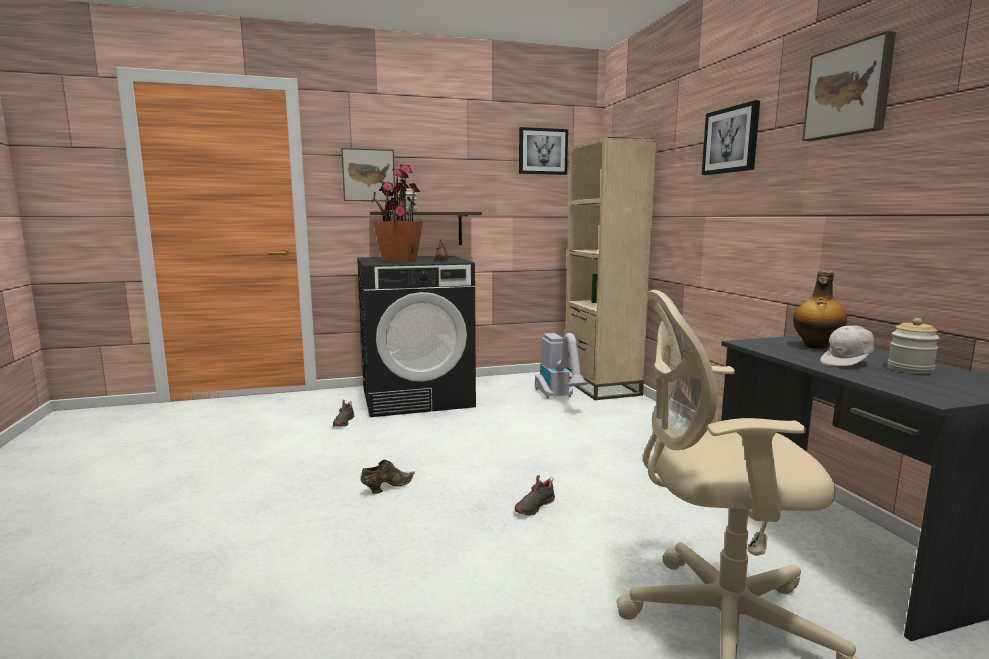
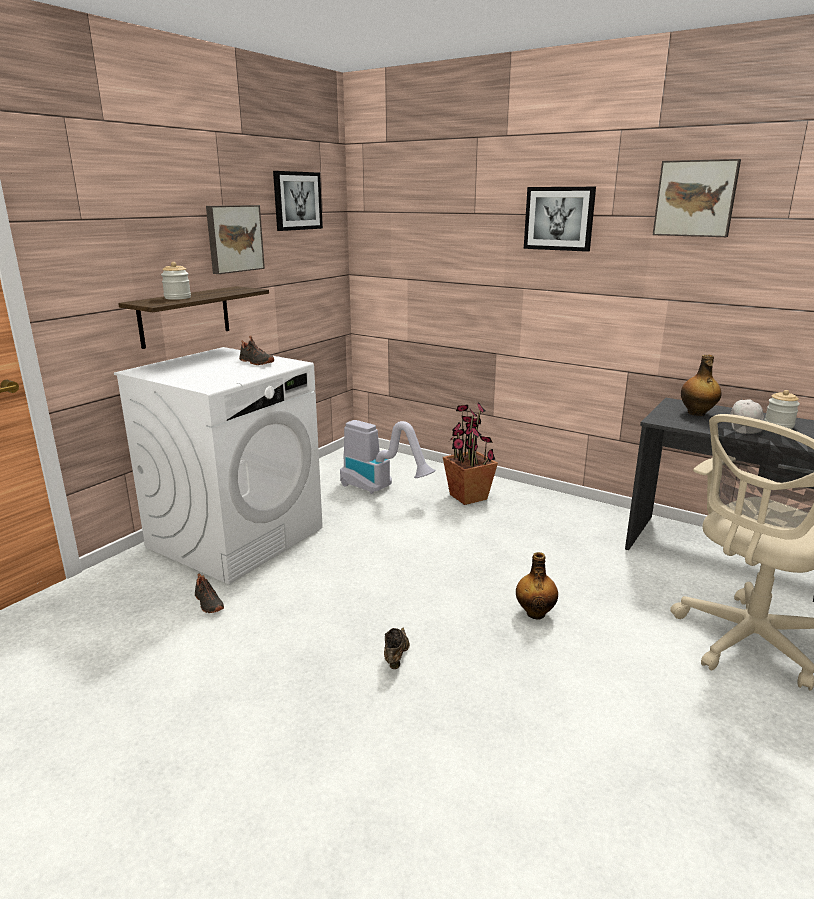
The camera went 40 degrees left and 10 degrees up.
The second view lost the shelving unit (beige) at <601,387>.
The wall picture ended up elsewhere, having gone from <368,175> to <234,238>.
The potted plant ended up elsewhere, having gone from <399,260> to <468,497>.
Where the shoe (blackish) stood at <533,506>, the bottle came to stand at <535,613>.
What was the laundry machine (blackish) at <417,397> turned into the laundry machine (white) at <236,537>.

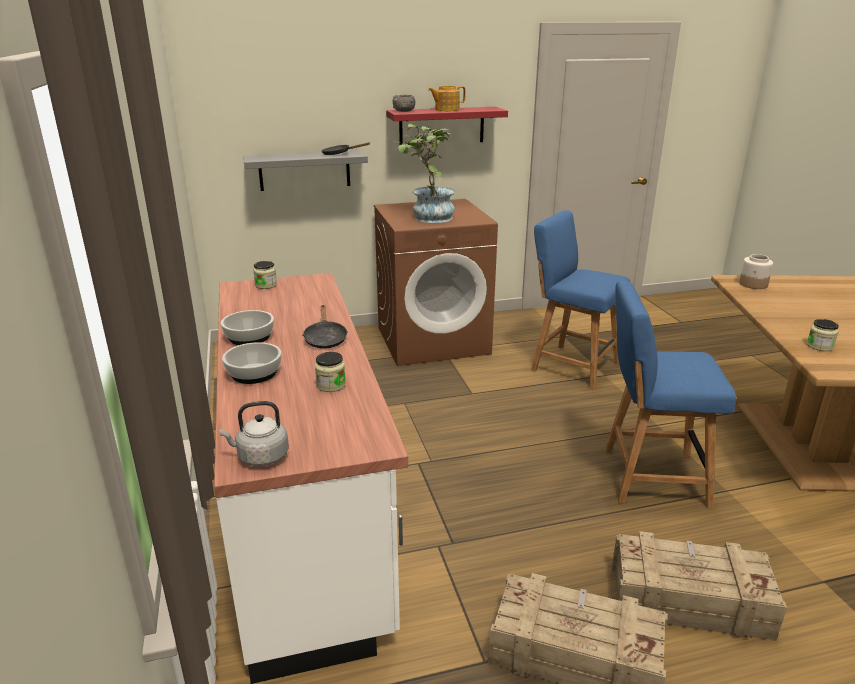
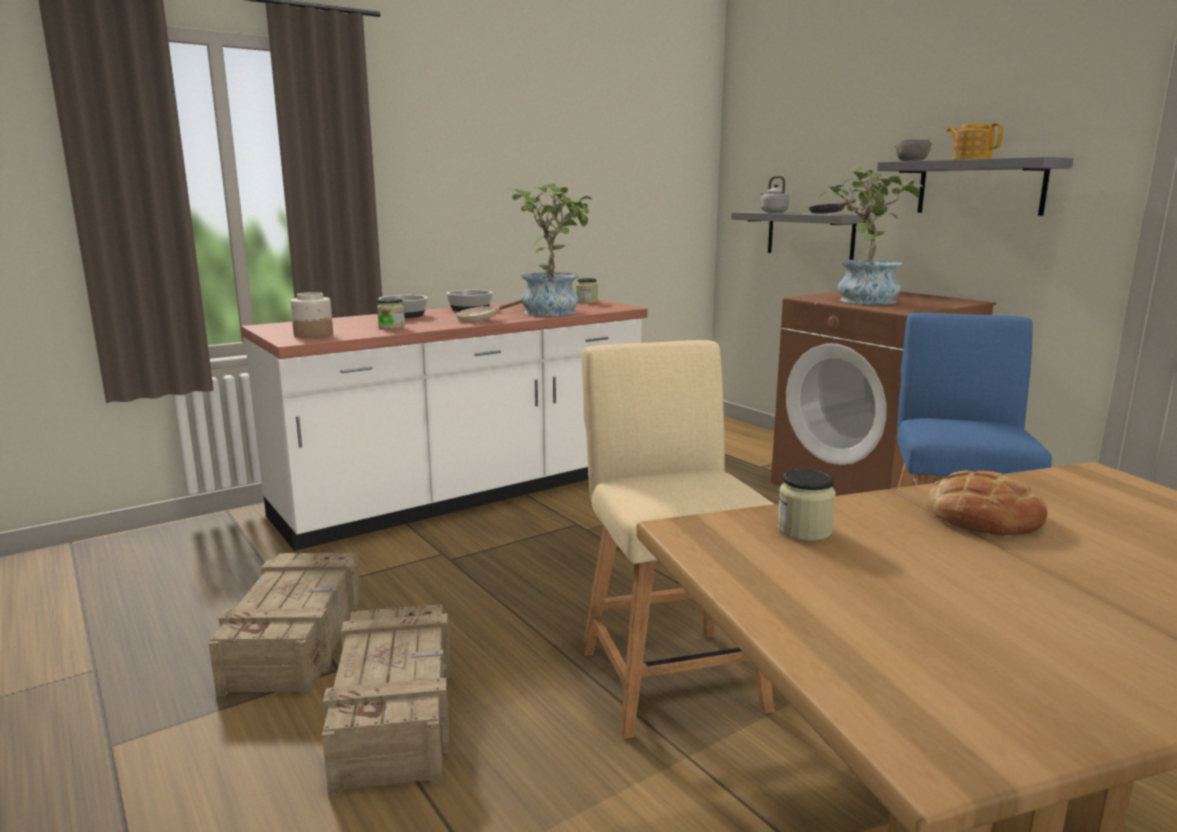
The camera went 70 degrees right and 10 degrees down.
The second view gained the potted plant at <553,310>.
The second view gained the baked bread at <983,516>.
The water kettle (gray) ended up elsewhere, having gone from <260,457> to <773,212>.
The preserve jar ended up elsewhere, having gone from <753,284> to <313,334>.
What was the frying pan (blackish) at <325,339> turned into the frying pan (beige) at <482,319>.
What was the shelf (reddish) at <441,126> turned into the shelf (gray) at <980,187>.
What was the plain chair (bluish) at <648,476> turned into the plain chair (beige) at <668,674>.

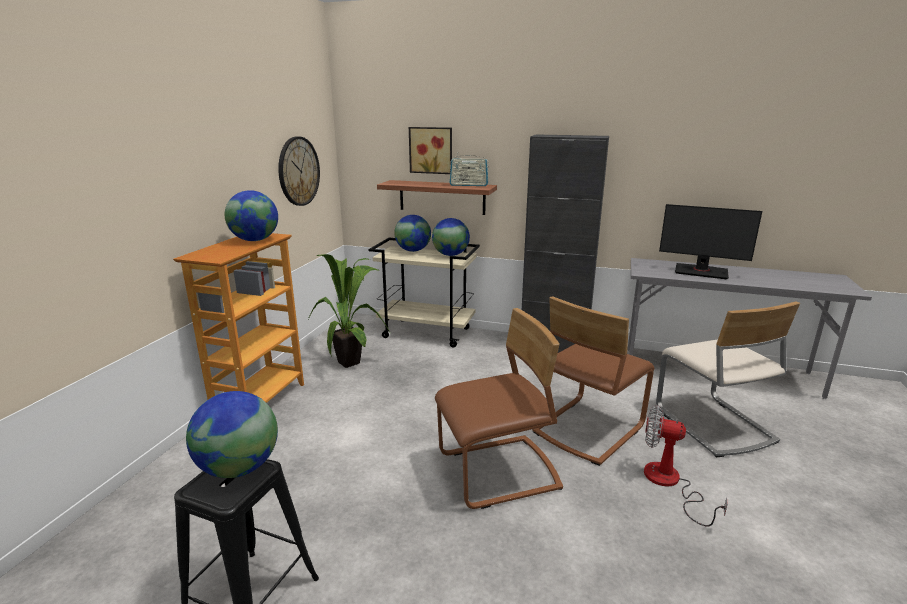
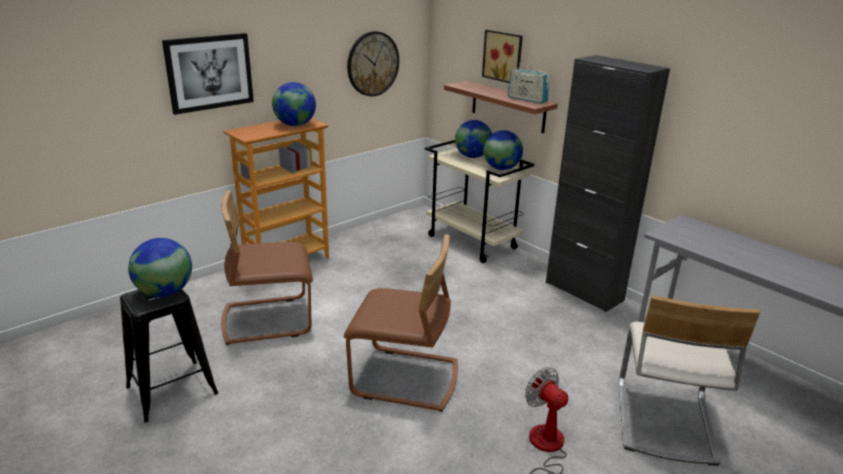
The camera went 30 degrees right and 5 degrees up.
The second view lost the potted plant at <353,361>.
The second view lost the monitor at <701,271>.
The second view gained the wall picture at <209,72>.
The plain chair (brownish) ended up elsewhere, having gone from <587,428> to <267,319>.

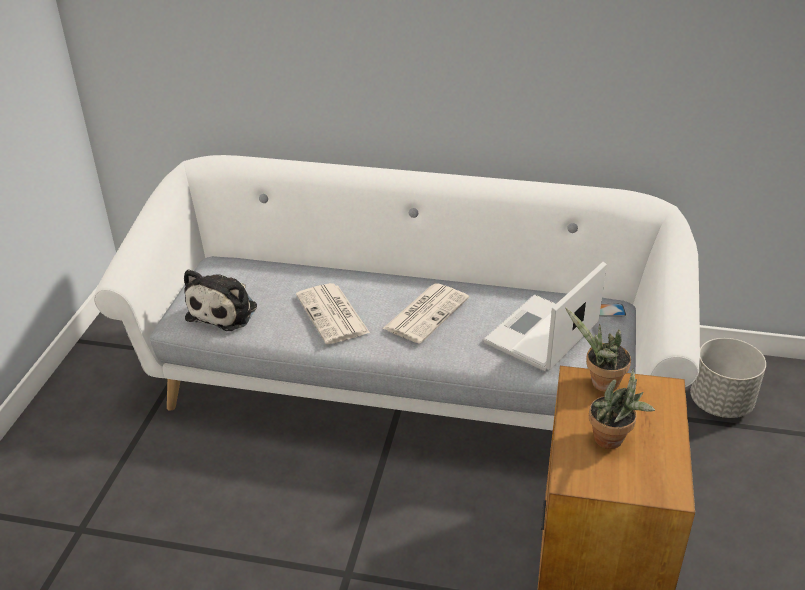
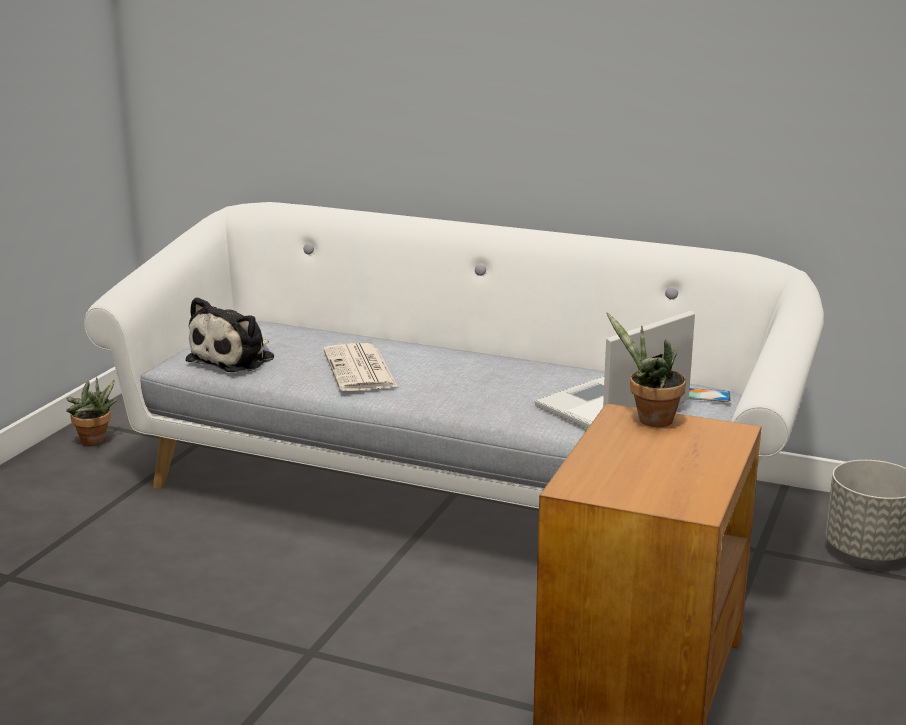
The camera went 10 degrees right and 15 degrees down.
The second view lost the daily paper at <426,313>.
The potted plant ended up elsewhere, having gone from <612,441> to <95,442>.

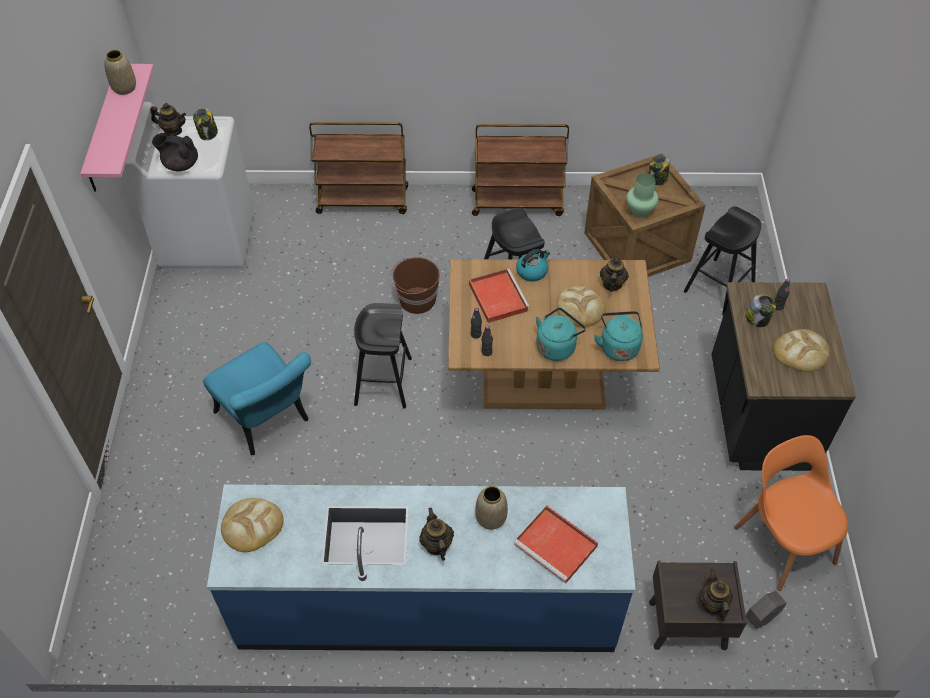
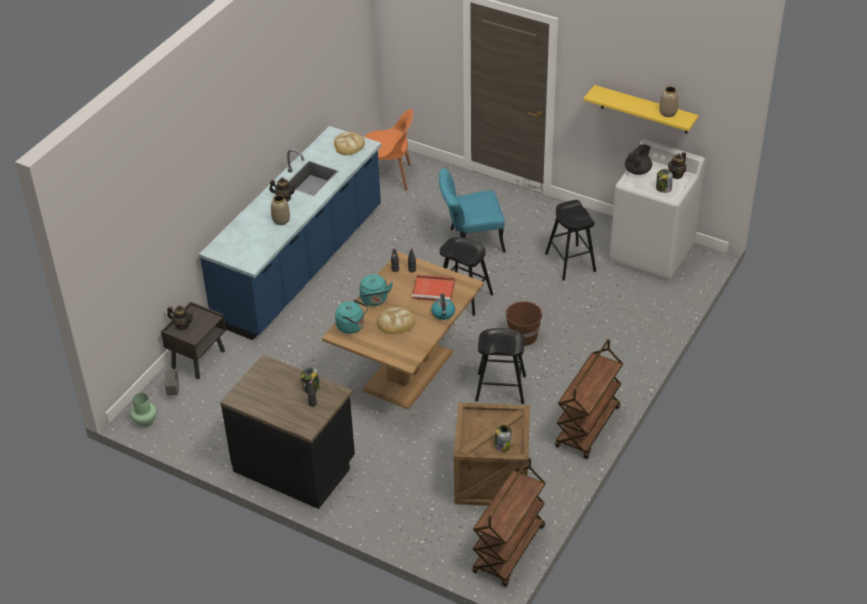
The camera went 120 degrees right and 10 degrees down.
The second view lost the carrying tray (reddish) at <557,546>.
The second view lost the pot for tea at <612,284>.
The second view lost the baked bread at <801,352>.
The cart (brownish) ended up elsewhere, having gone from <363,200> to <509,550>.
The vase (green-coloured) ended up elsewhere, having gone from <640,210> to <145,422>.
The sitting stool (blackish) ended up elsewhere, having gone from <719,286> to <570,262>.
The plain chair (orange-coloured) ended up elsewhere, having gone from <783,542> to <388,177>.
What was the shelf (pinkish) at <104,130> turned into the shelf (yellow) at <644,110>.

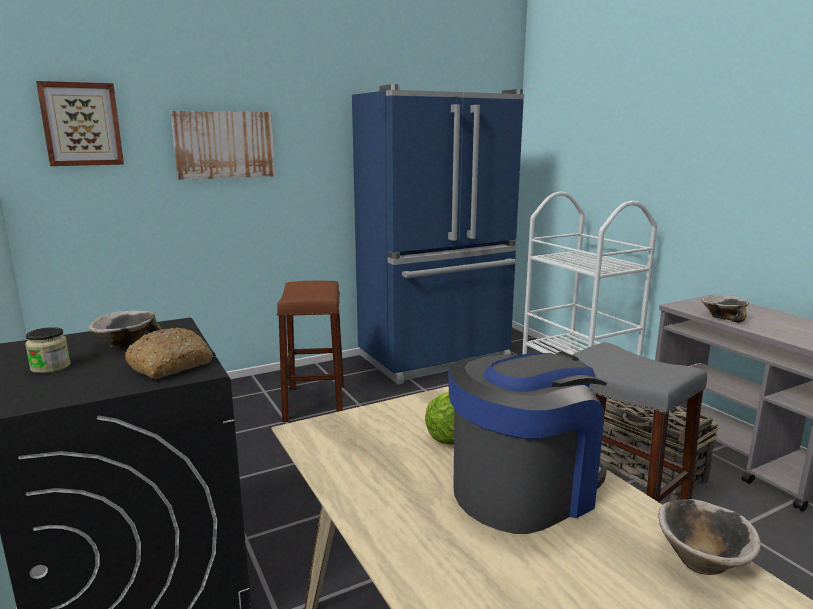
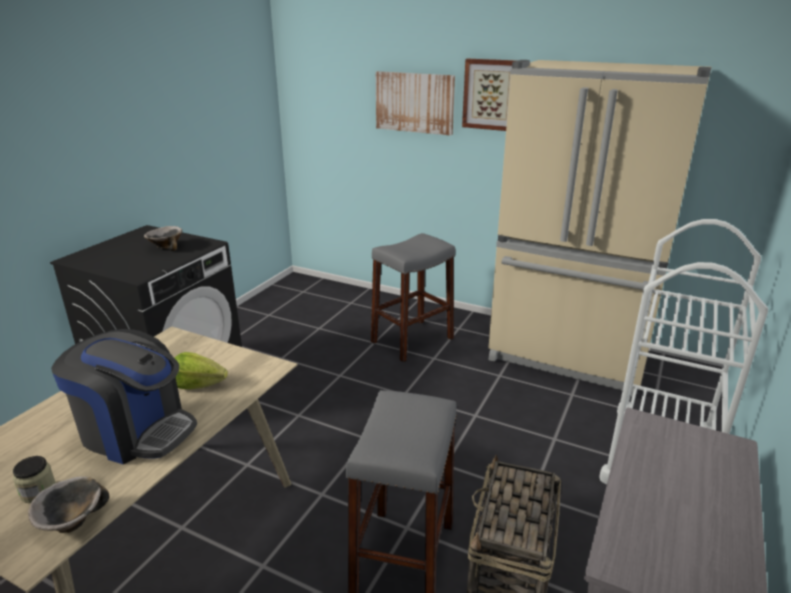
The camera went 55 degrees right and 10 degrees up.
The second view lost the baked bread at <171,365>.
The second view lost the serving bowl at <722,317>.
The preserve jar ended up elsewhere, having gone from <50,367> to <38,492>.
The wall picture ended up elsewhere, having gone from <81,124> to <491,94>.
What was the sitting stool (brownish) at <315,402> turned into the sitting stool (gray) at <412,340>.
What was the fridge (bluish) at <436,358> turned into the fridge (beige) at <568,357>.

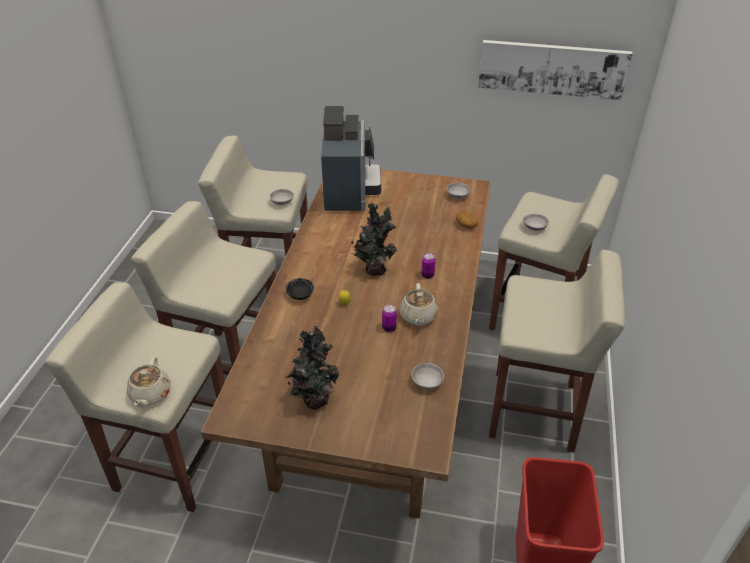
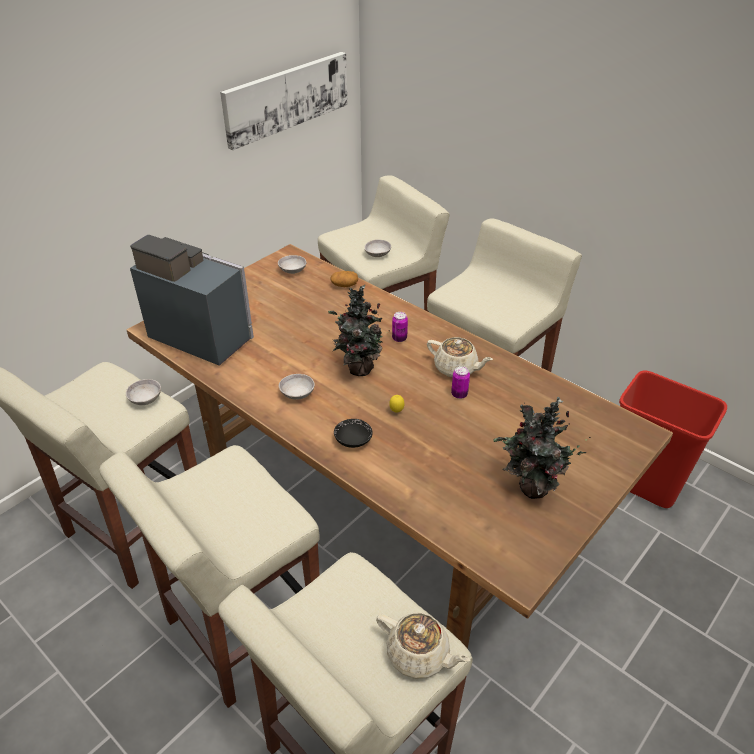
The camera went 60 degrees left and 0 degrees up.
The serving bowl (gray) ended up elsewhere, having gone from <427,382> to <297,394>.

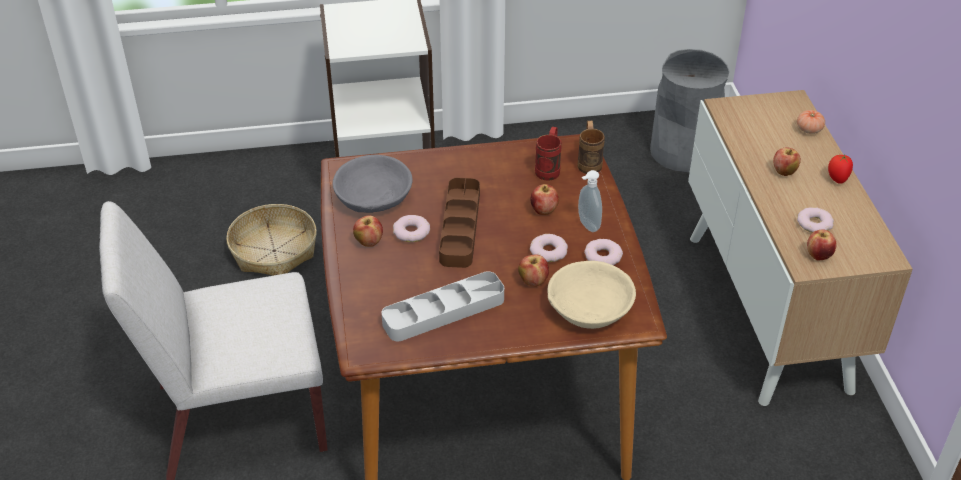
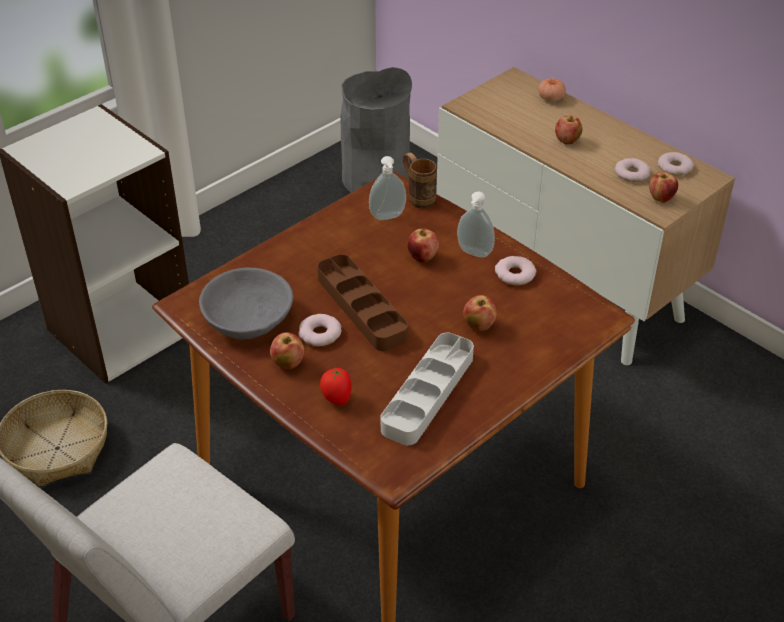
The camera went 35 degrees left and 0 degrees up.
The second view lost the serving bowl (beige) at <590,309>.
The doughnut ended up elsewhere, having gone from <549,251> to <675,167>.
The whole tomato ended up elsewhere, having gone from <837,179> to <336,399>.
Where the tea mug (reddish) stood at <549,168>, the liquid soap bottle came to stand at <388,217>.

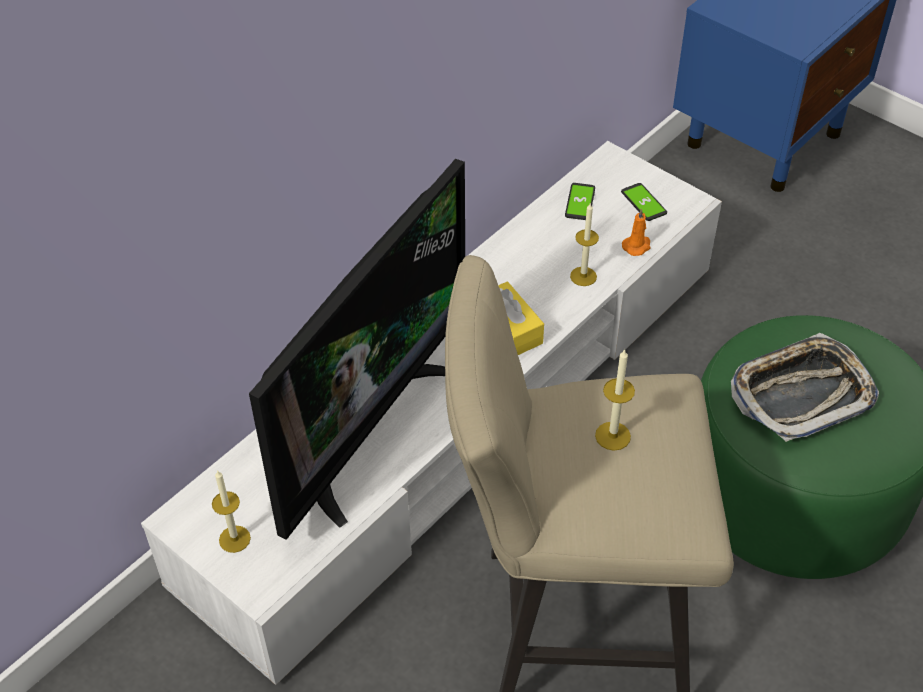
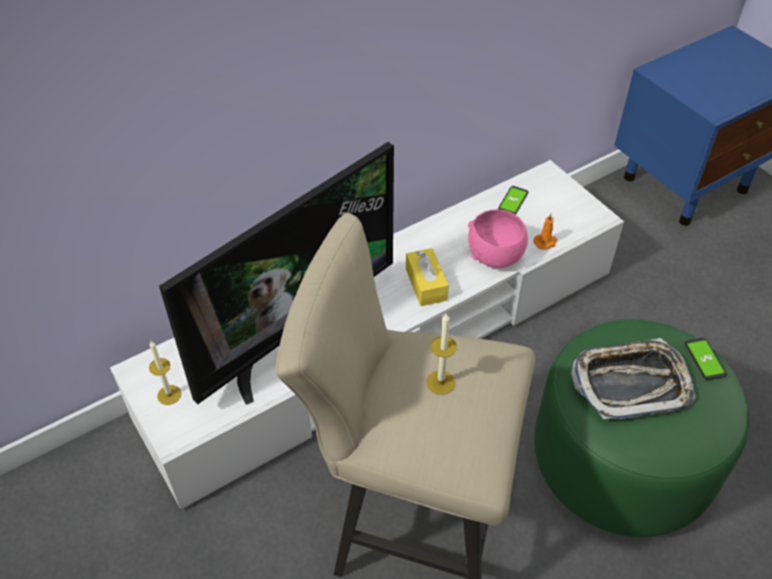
The camera went 15 degrees right and 0 degrees up.
The handset ended up elsewhere, having gone from <643,203> to <704,359>.
Where the wax candle stood at <583,276>, the serving bowl (pinkish) came to stand at <496,256>.

